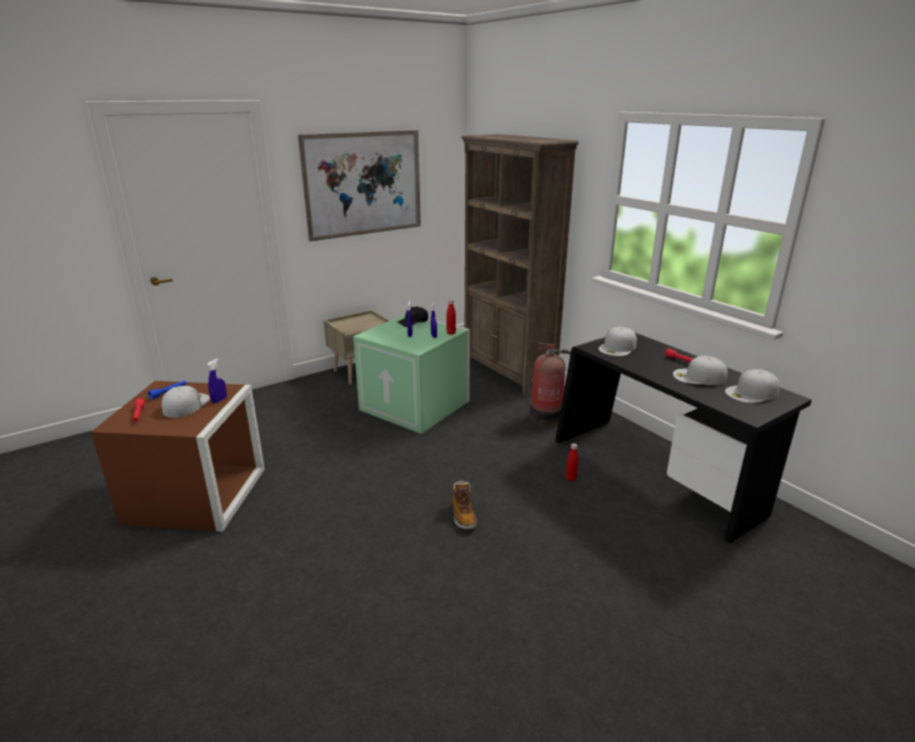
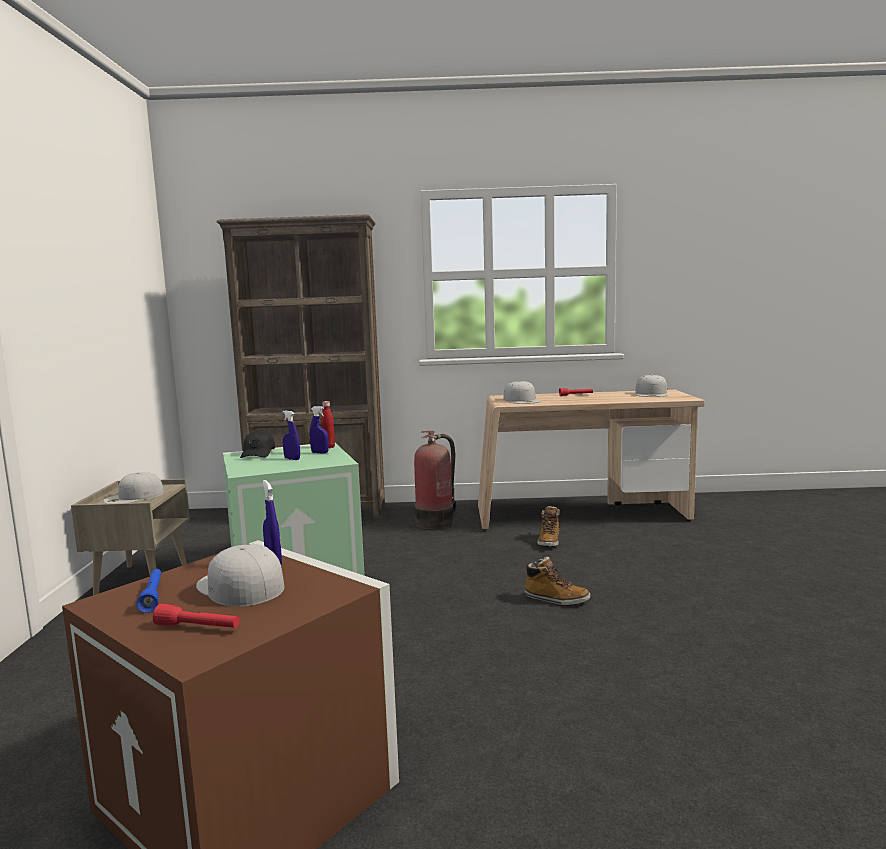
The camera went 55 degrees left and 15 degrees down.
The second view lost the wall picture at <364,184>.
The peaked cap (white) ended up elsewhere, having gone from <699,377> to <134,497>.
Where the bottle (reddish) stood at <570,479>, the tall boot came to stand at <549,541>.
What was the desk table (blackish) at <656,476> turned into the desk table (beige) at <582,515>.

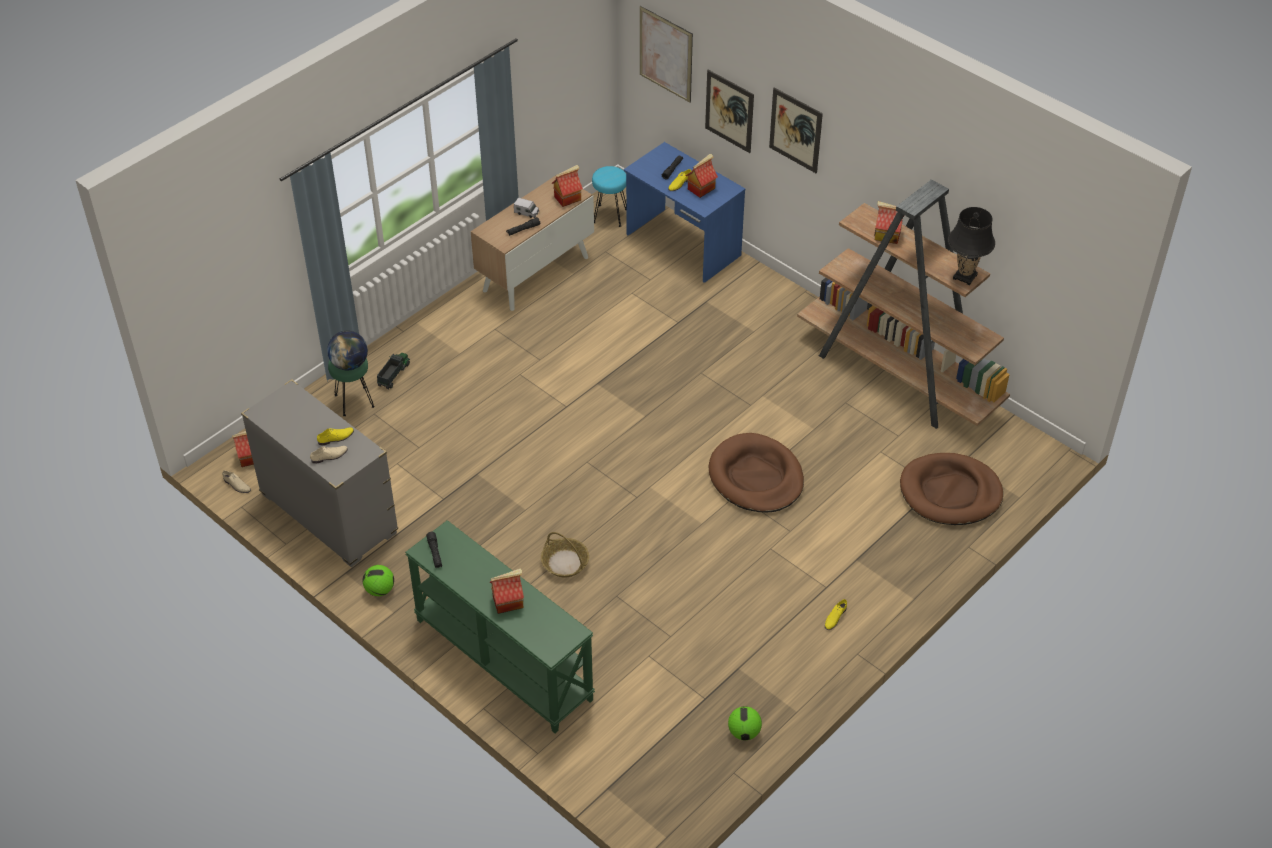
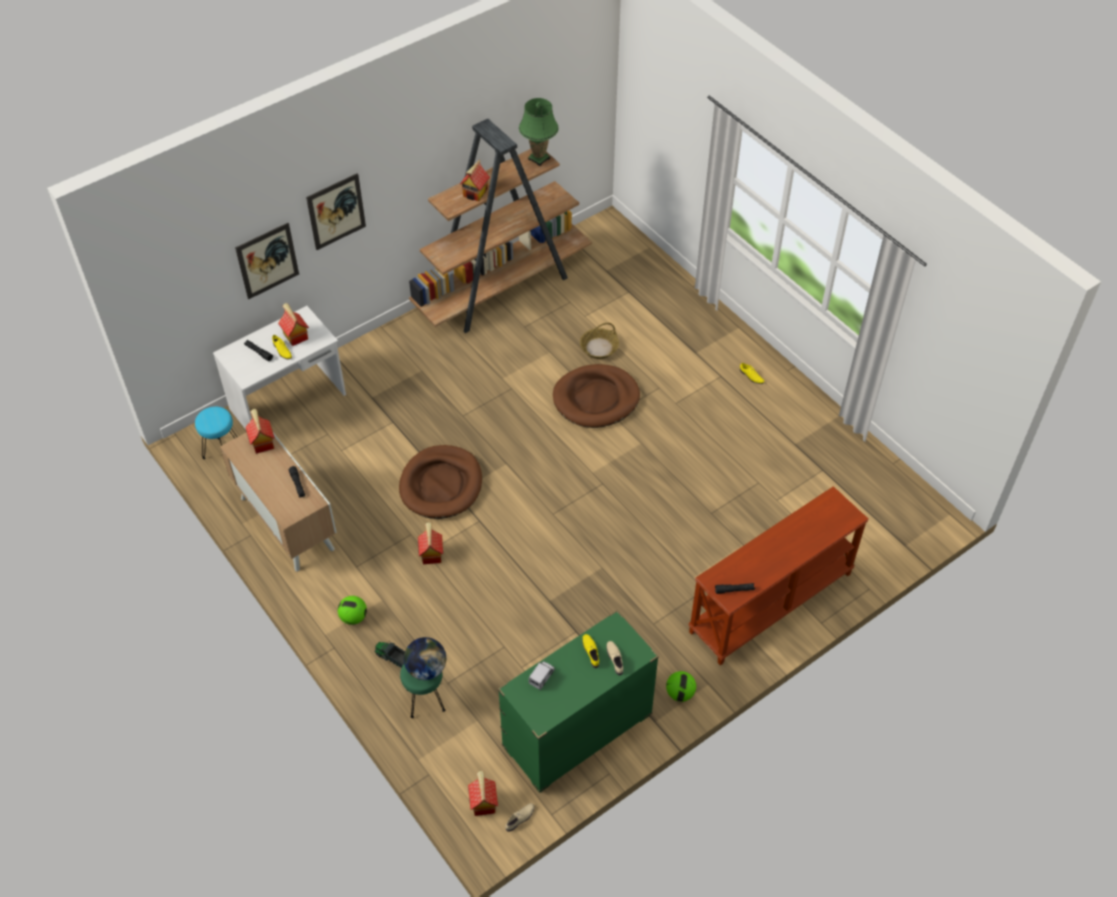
The camera went 80 degrees left and 5 degrees up.
The second view lost the wall picture at <665,54>.
The model house ended up elsewhere, having gone from <508,601> to <431,554>.
The model truck ended up elsewhere, having gone from <526,213> to <542,677>.
The household basket ended up elsewhere, having gone from <564,563> to <599,348>.
The ball for football ended up elsewhere, having gone from <744,732> to <353,617>.
The dog bed (brownish) ended up elsewhere, having gone from <950,493> to <441,485>.
What was the chest of drawers (gray) at <328,514> turned into the chest of drawers (green-coloured) at <577,732>.
What was the console table (green-coloured) at <502,660> turned into the console table (brownish) at <771,604>.
What was the desk table (bluish) at <682,245> turned into the desk table (white) at <289,402>.
What was the table lamp (blackish) at <964,276> turned into the table lamp (green-coloured) at <539,159>.

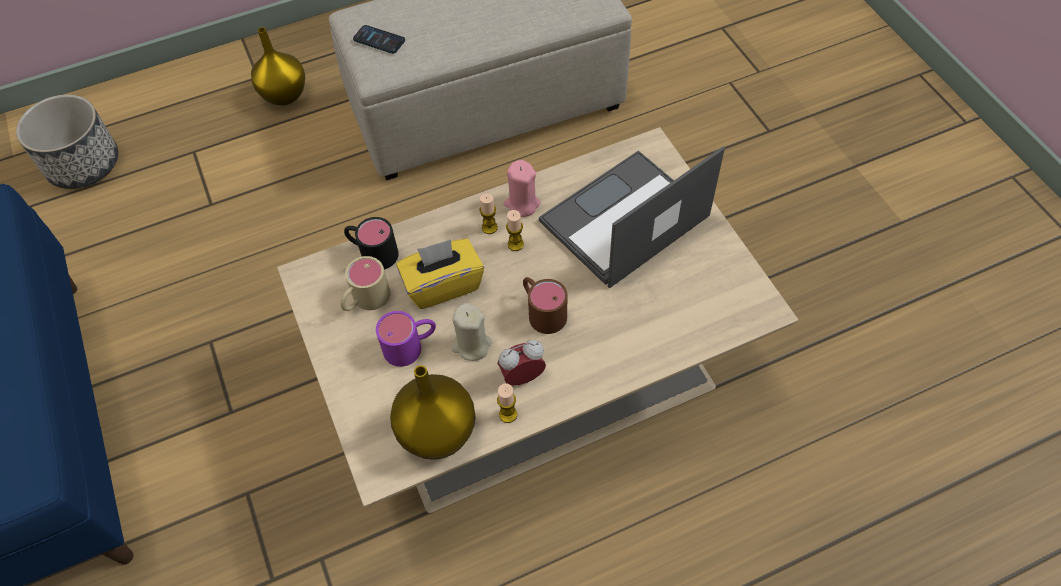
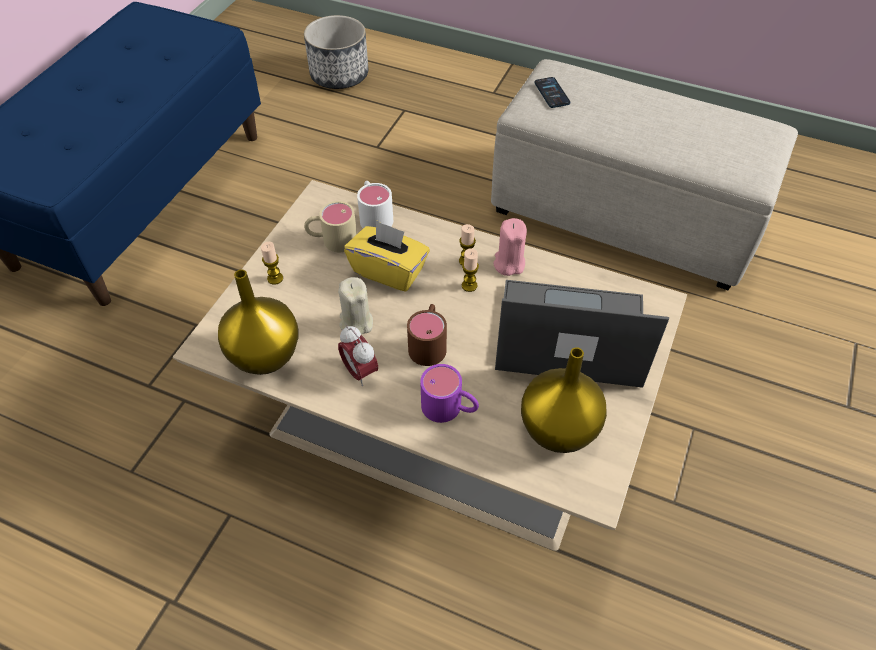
The camera went 45 degrees right and 5 degrees down.
The vase (yellow) ended up elsewhere, having gone from <283,95> to <556,429>.
The tea mug (purple-coloured) ended up elsewhere, having gone from <411,346> to <450,408>.
The wax candle ended up elsewhere, having gone from <508,414> to <275,278>.
What was the tea mug (blackish) at <372,252> turned into the tea mug (white) at <374,215>.
The alarm clock at <522,376> ended up facing another way, 150 degrees counterclockwise from before.

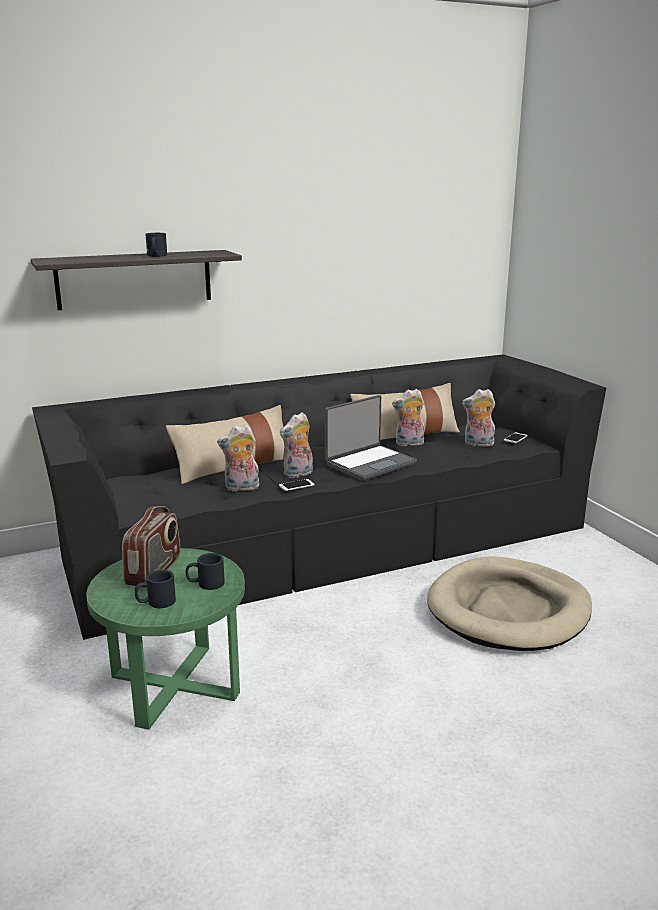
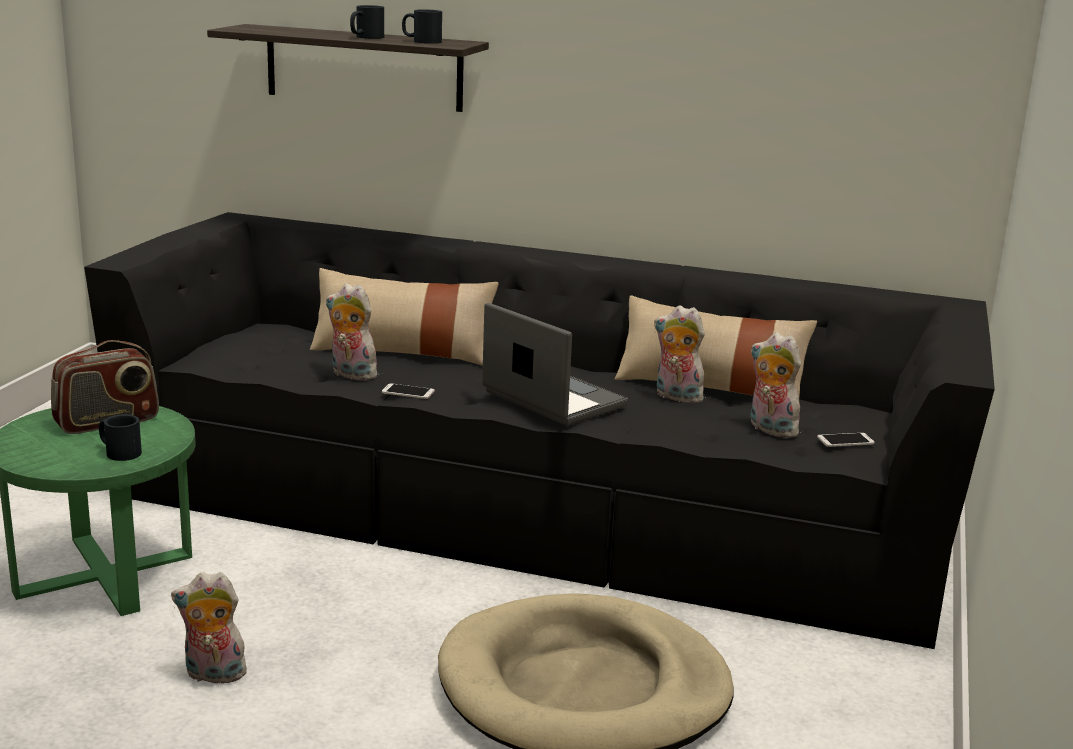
The camera went 40 degrees right and 0 degrees up.
The tea mug (blackish) ended up elsewhere, having gone from <155,602> to <421,41>.
The plush toy ended up elsewhere, having gone from <298,474> to <213,675>.
The laptop at <369,463> ended up facing another way, 135 degrees counterclockwise from before.

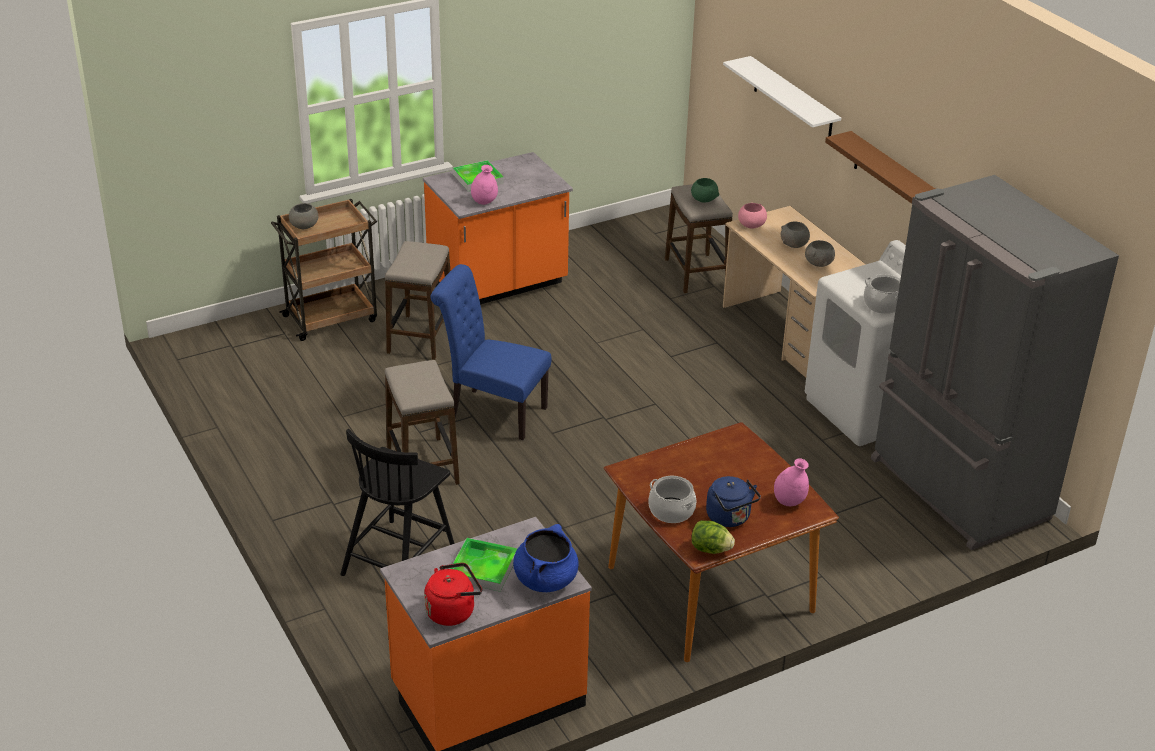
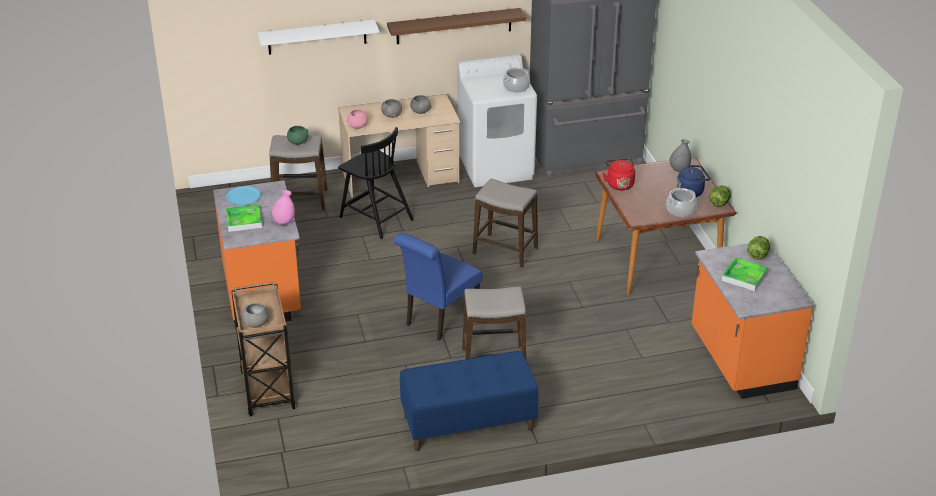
The camera went 75 degrees left and 0 degrees up.
The second view gained the flat dish (bluish) at <243,197>.
The second view gained the indoor bench (bluish) at <468,424>.
The plain chair (blackish) ended up elsewhere, having gone from <398,557> to <375,218>.
The sitting stool ended up elsewhere, having gone from <421,337> to <505,251>.
The water kettle (reddish) ended up elsewhere, having gone from <453,611> to <619,184>.
Where the saucepot (bluish) stood at <545,579>, the lettuce head came to stand at <757,255>.
What was the vase (pinkish) at <789,501> turned into the vase (gray) at <679,170>.

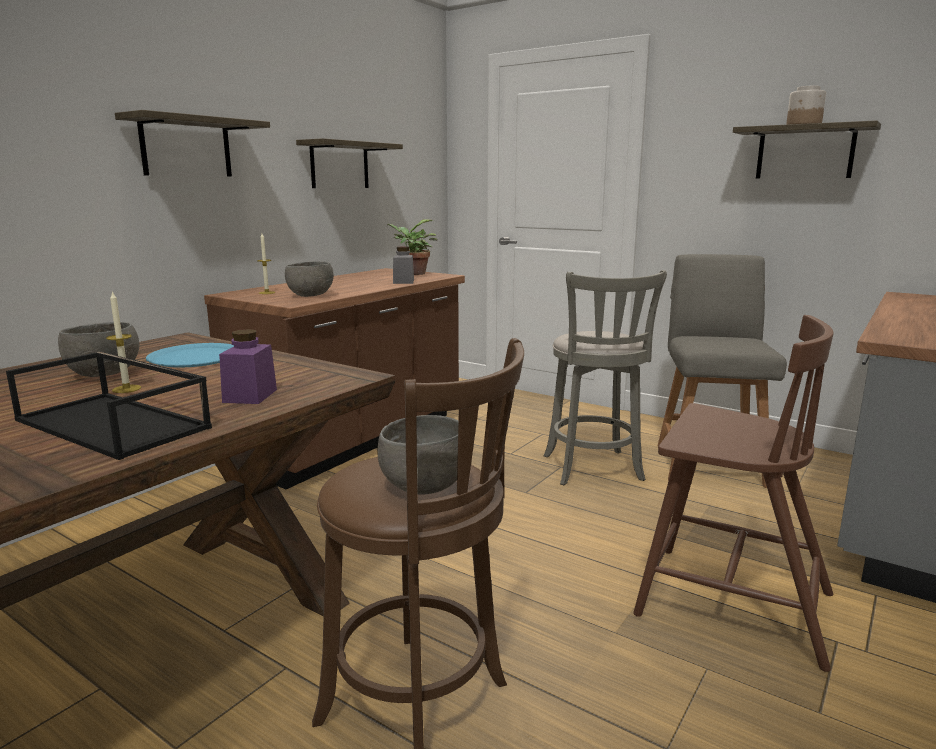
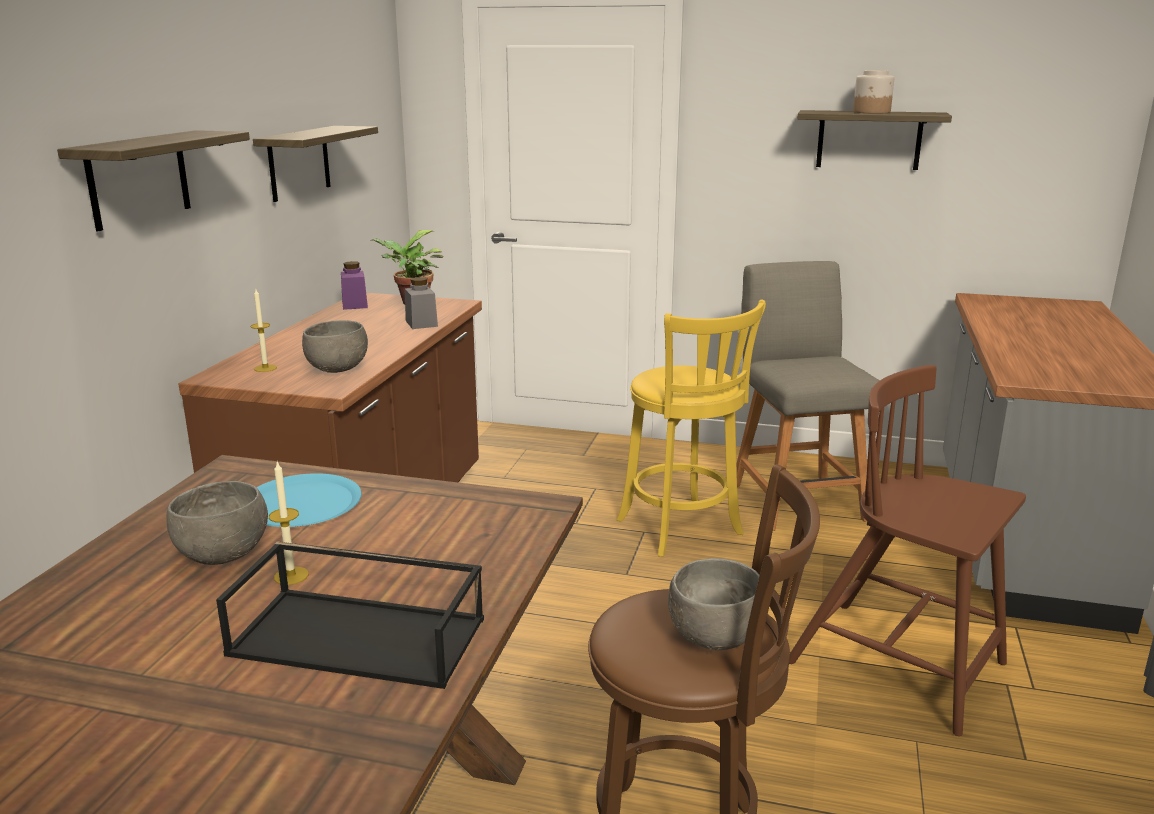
The camera went 20 degrees left and 5 degrees up.
The preserve jar (purple-coloured) ended up elsewhere, having gone from <250,396> to <355,305>.
What was the sitting stool (gray) at <594,470> turned into the sitting stool (yellow) at <682,530>.
The plain chair (brownish) at <730,602> ended up facing another way, 150 degrees counterclockwise from before.

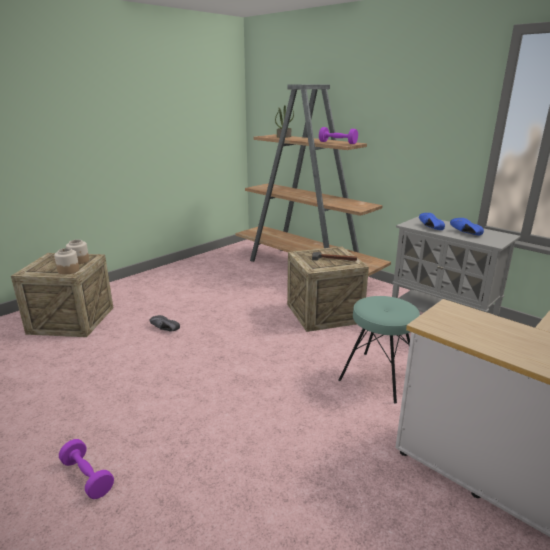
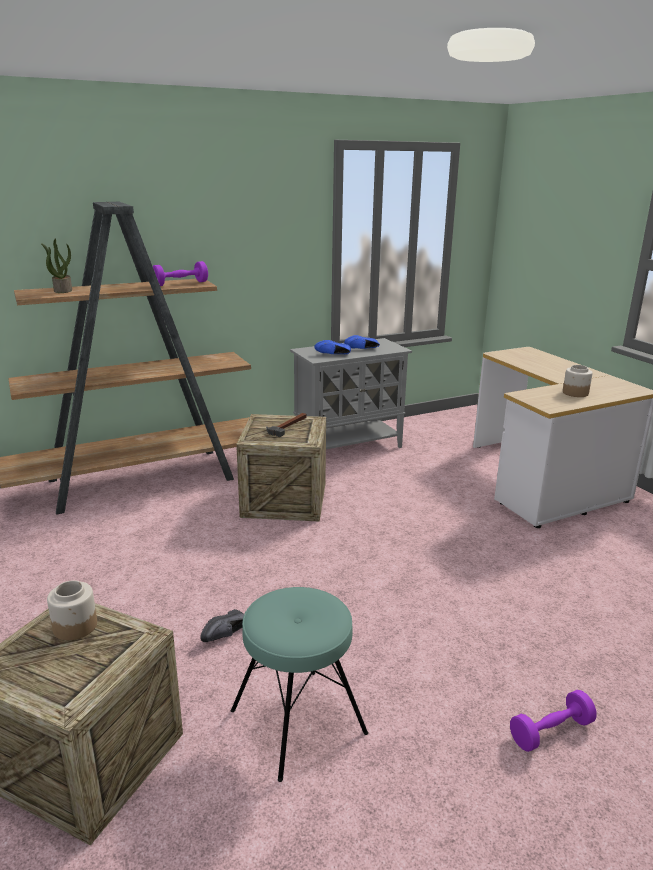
The camera went 70 degrees left and 0 degrees up.
The preserve jar ended up elsewhere, having gone from <68,270> to <575,393>.
The sitting stool (turquoise-coloured) ended up elsewhere, having gone from <379,376> to <298,721>.

